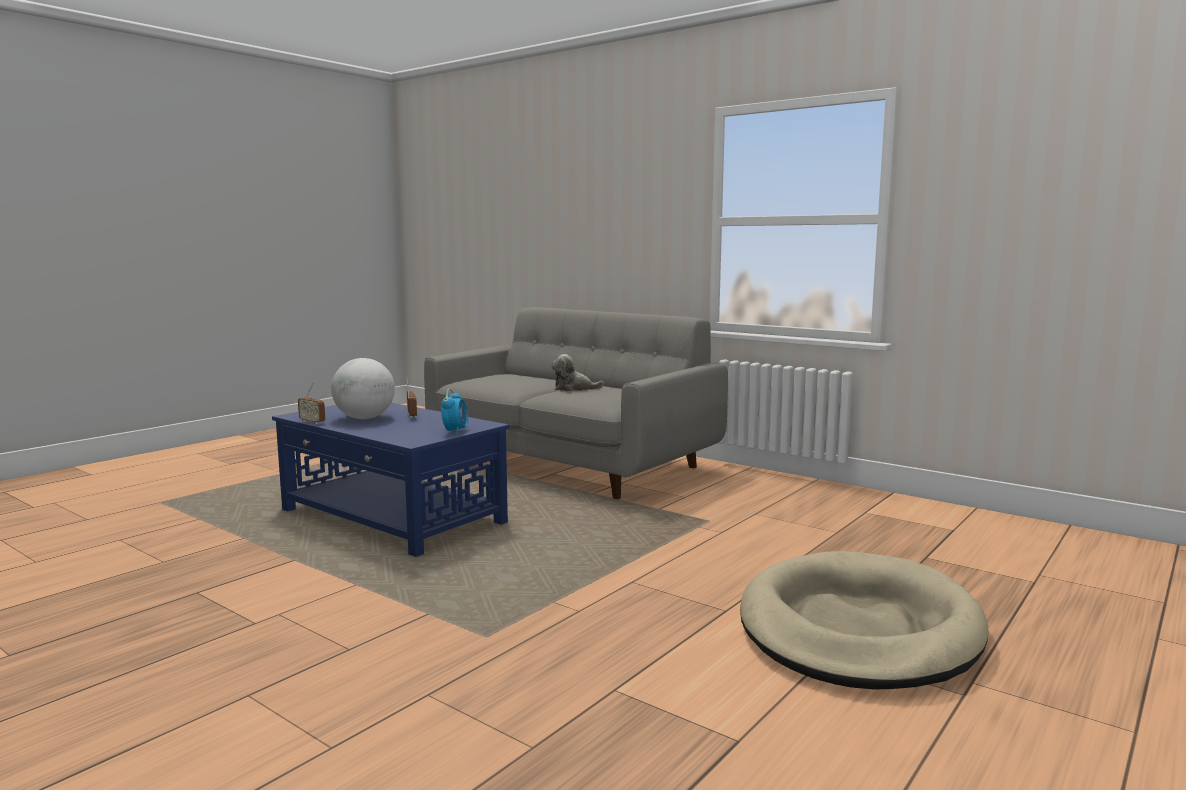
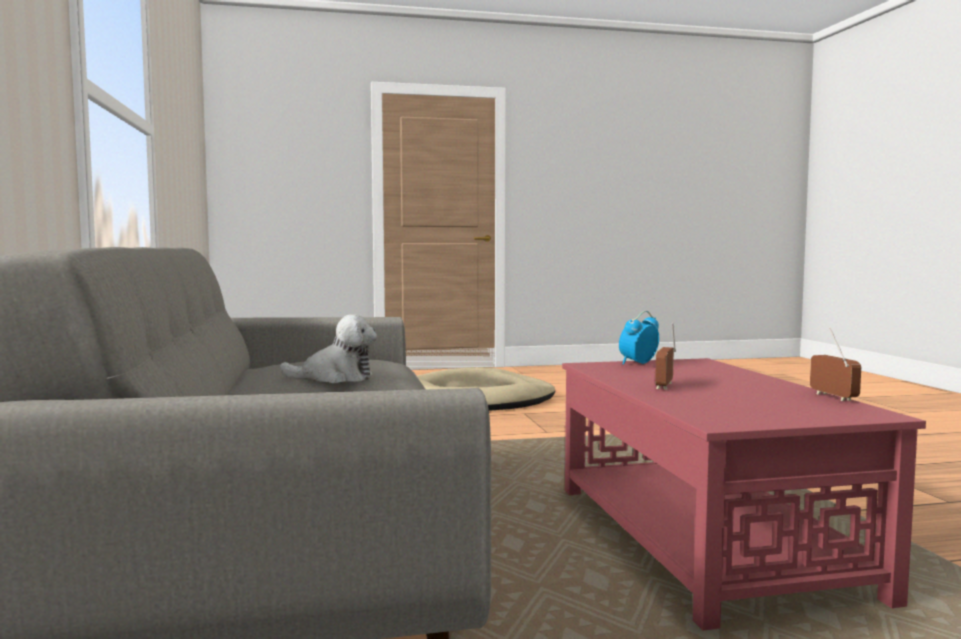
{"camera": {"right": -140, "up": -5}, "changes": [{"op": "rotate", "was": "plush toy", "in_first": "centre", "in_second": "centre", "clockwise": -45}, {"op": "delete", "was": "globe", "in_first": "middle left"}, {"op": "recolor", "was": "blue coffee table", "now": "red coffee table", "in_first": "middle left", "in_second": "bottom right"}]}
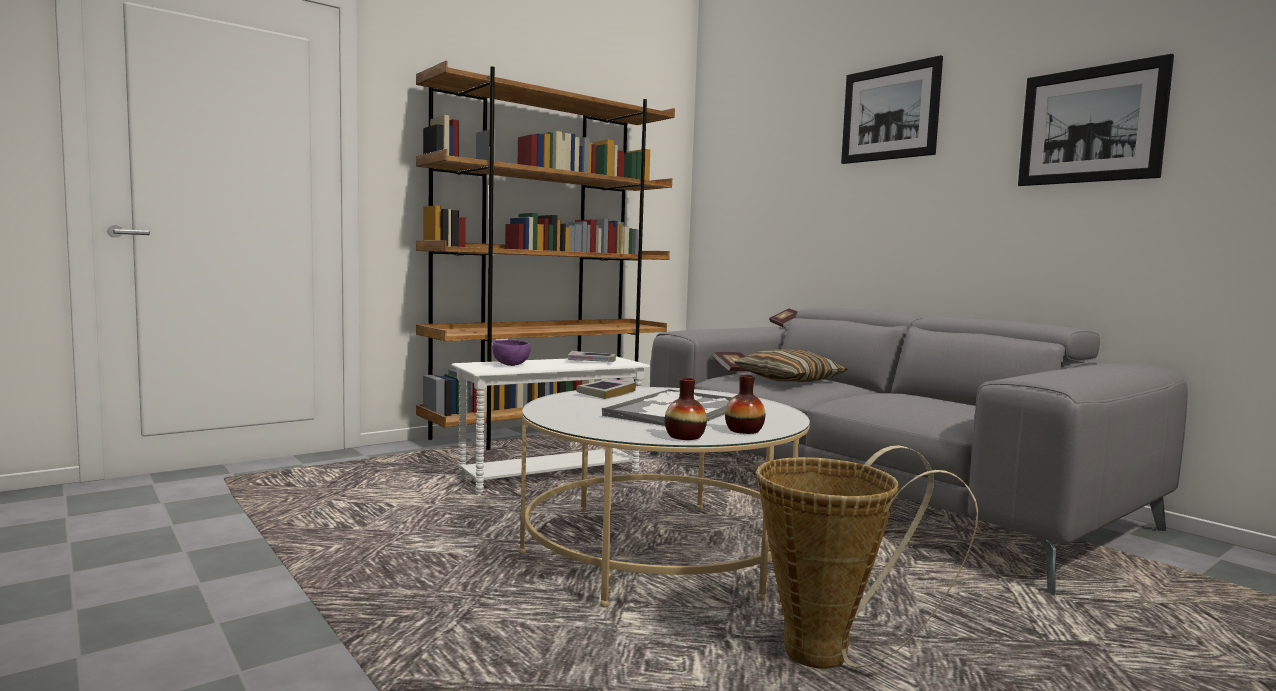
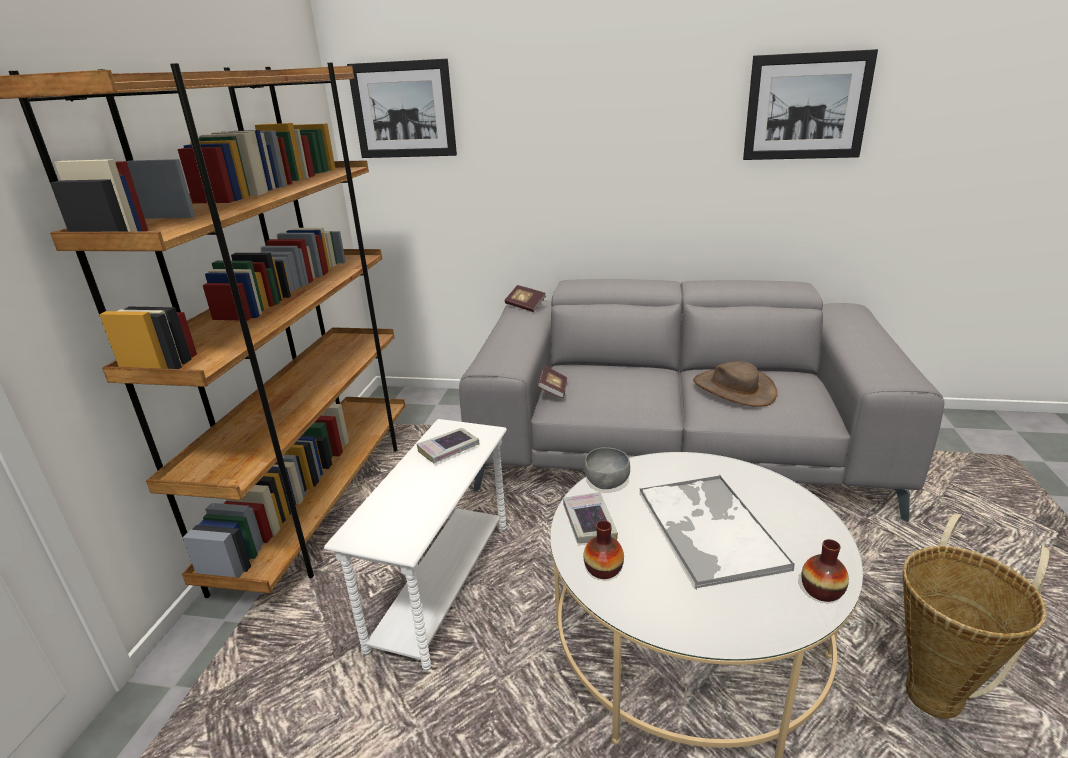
{"camera": {"right": -40, "up": 20}, "changes": [{"op": "move", "was": "picture (1st from left)", "in_first": "top right", "in_second": "top centre"}, {"op": "delete", "was": "purple bowl", "in_first": "centre"}, {"op": "delete", "was": "pillow", "in_first": "centre"}, {"op": "move", "was": "vase (2nd from left in the first image)", "now": "vase (1st from left)", "in_first": "centre", "in_second": "bottom centre"}, {"op": "insert", "now": "brown hat", "in_second": "middle right"}, {"op": "insert", "now": "grey bowl", "in_second": "centre"}]}
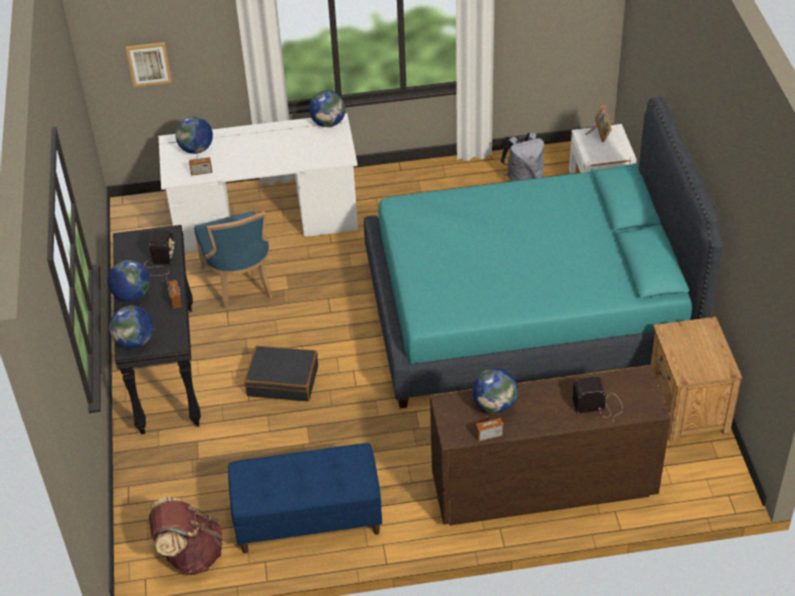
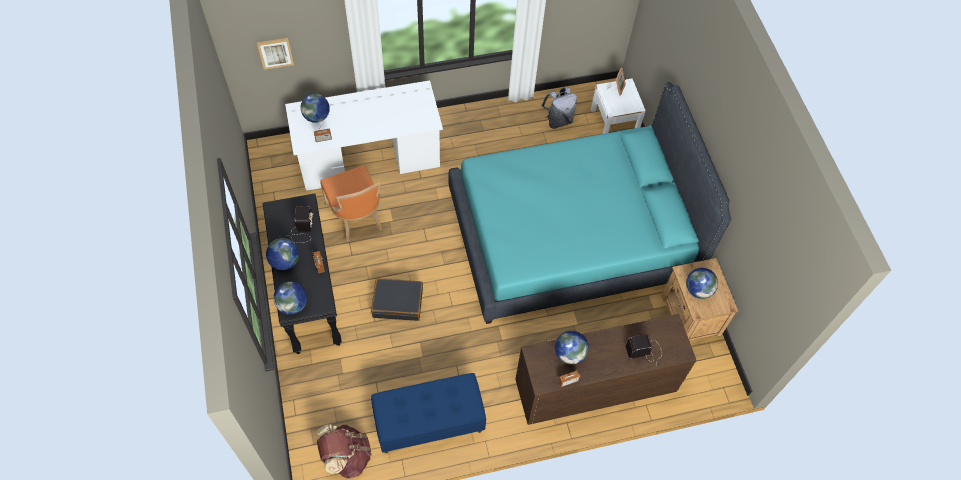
{"camera": {"right": -10, "up": 15}, "changes": [{"op": "move", "was": "globe (4th from left in the first image)", "now": "globe (5th from left)", "in_first": "top centre", "in_second": "middle right"}, {"op": "recolor", "was": "blue chair", "now": "orange chair", "in_first": "middle left", "in_second": "centre"}]}
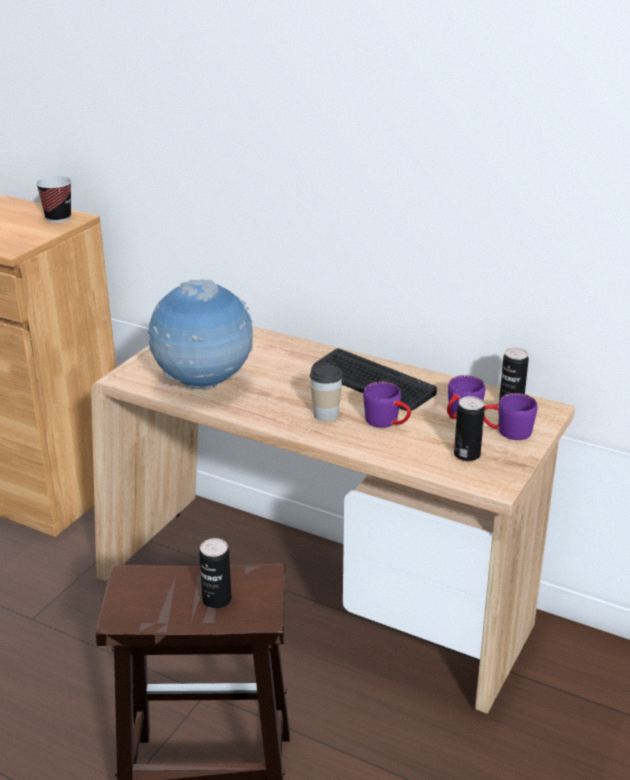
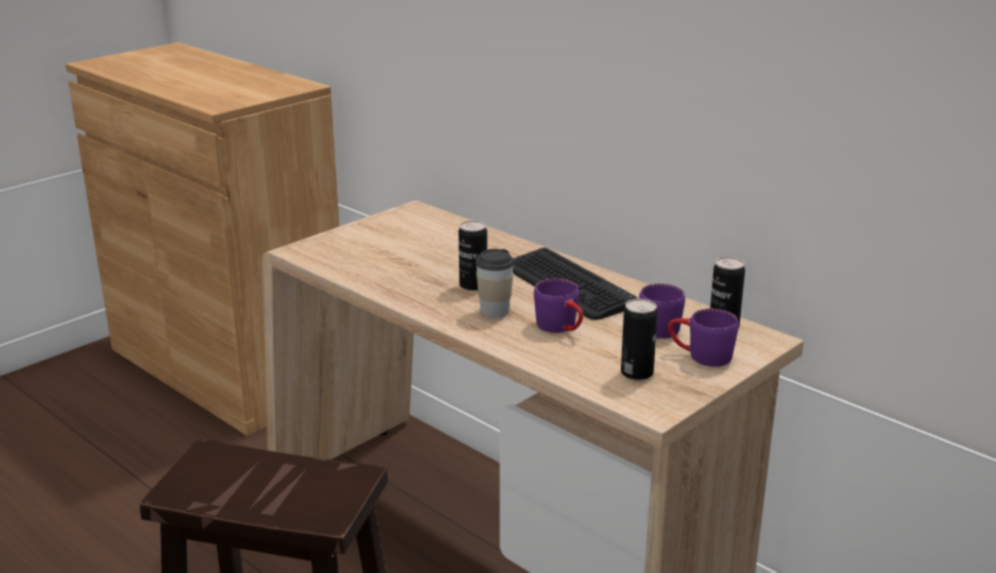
{"camera": {"right": 15, "up": -5}, "changes": [{"op": "delete", "was": "cup (1st from left)", "in_first": "top left"}, {"op": "delete", "was": "globe", "in_first": "middle left"}, {"op": "move", "was": "can (1st from left)", "in_first": "bottom centre", "in_second": "centre"}]}
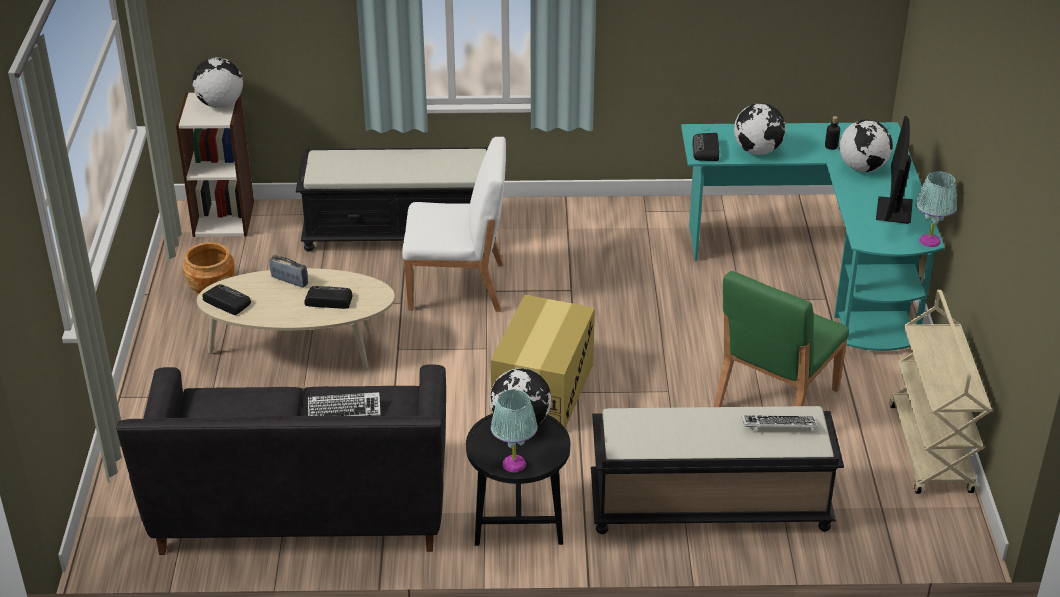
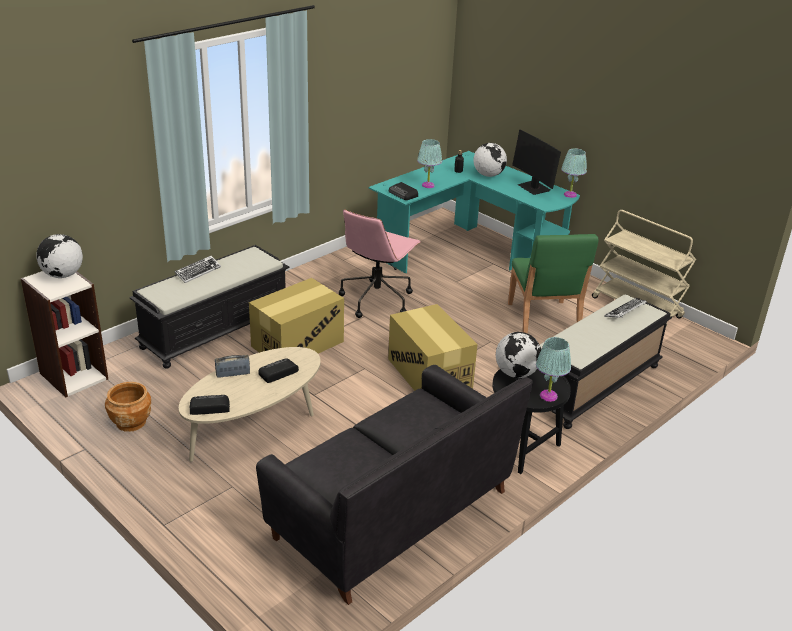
{"camera": {"right": -45, "up": -5}, "changes": [{"op": "replace", "was": "globe (3rd from left)", "now": "turquoise table lamp (1st from left)", "in_first": "top right", "in_second": "top centre"}, {"op": "replace", "was": "white chair", "now": "cardboard box (1st from left)", "in_first": "centre", "in_second": "centre"}, {"op": "move", "was": "keyboard (1st from left)", "in_first": "bottom left", "in_second": "middle left"}, {"op": "insert", "now": "pink office chair", "in_second": "centre"}]}
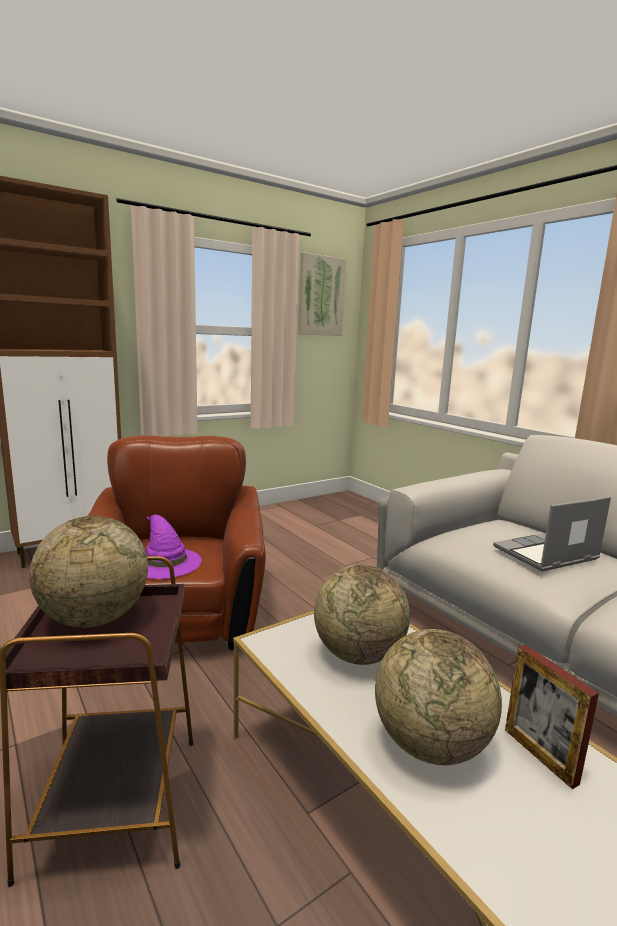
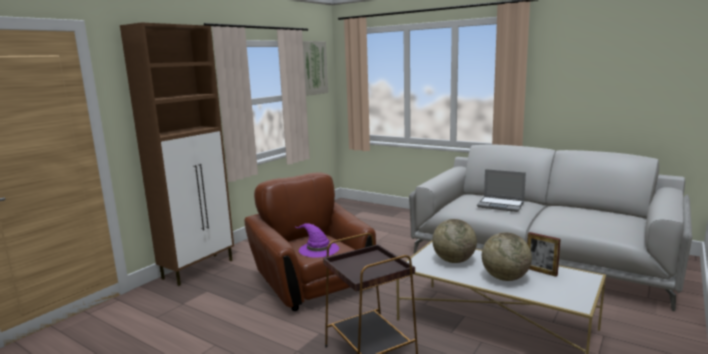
{"camera": {"right": -20, "up": 0}, "changes": [{"op": "rotate", "was": "laptop", "in_first": "middle right", "in_second": "middle right", "clockwise": -105}, {"op": "delete", "was": "globe (1st from left)", "in_first": "middle left"}]}
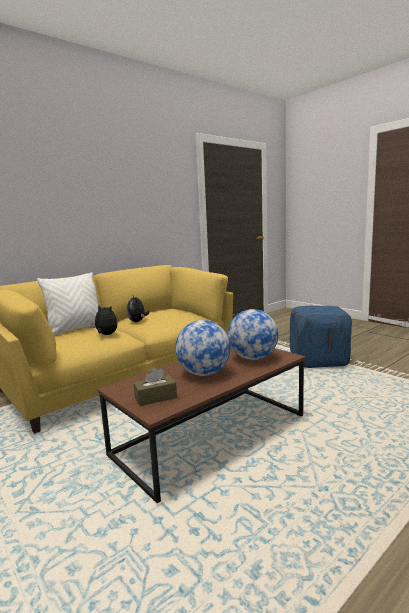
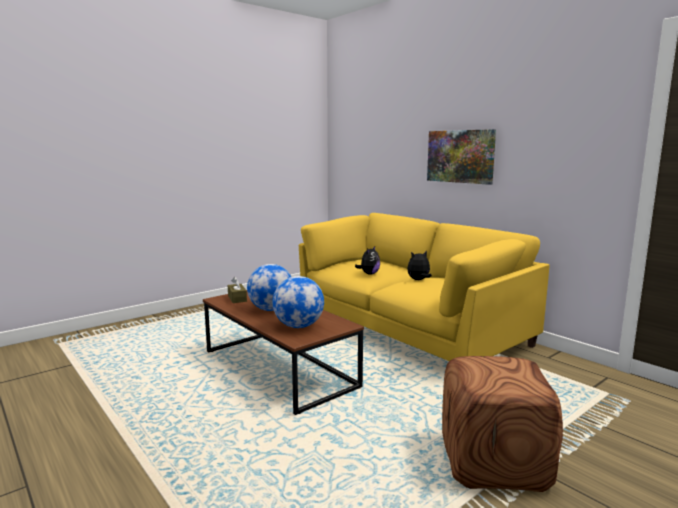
{"camera": {"right": 90, "up": 0}, "changes": [{"op": "delete", "was": "white pillow", "in_first": "middle left"}, {"op": "recolor", "was": "blue ottoman", "now": "brown ottoman", "in_first": "middle right", "in_second": "bottom right"}, {"op": "insert", "now": "picture", "in_second": "top right"}]}
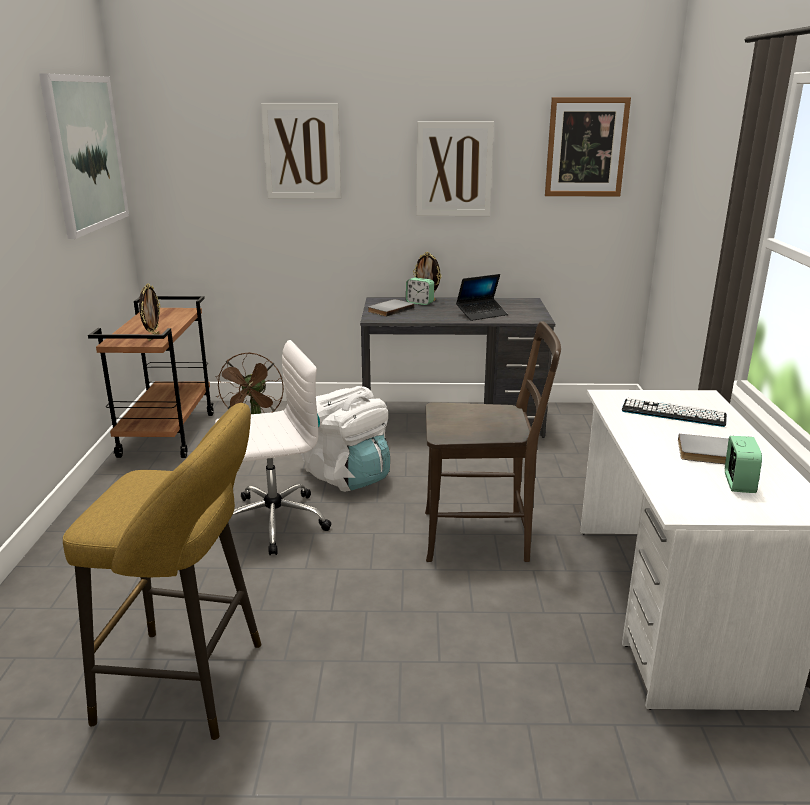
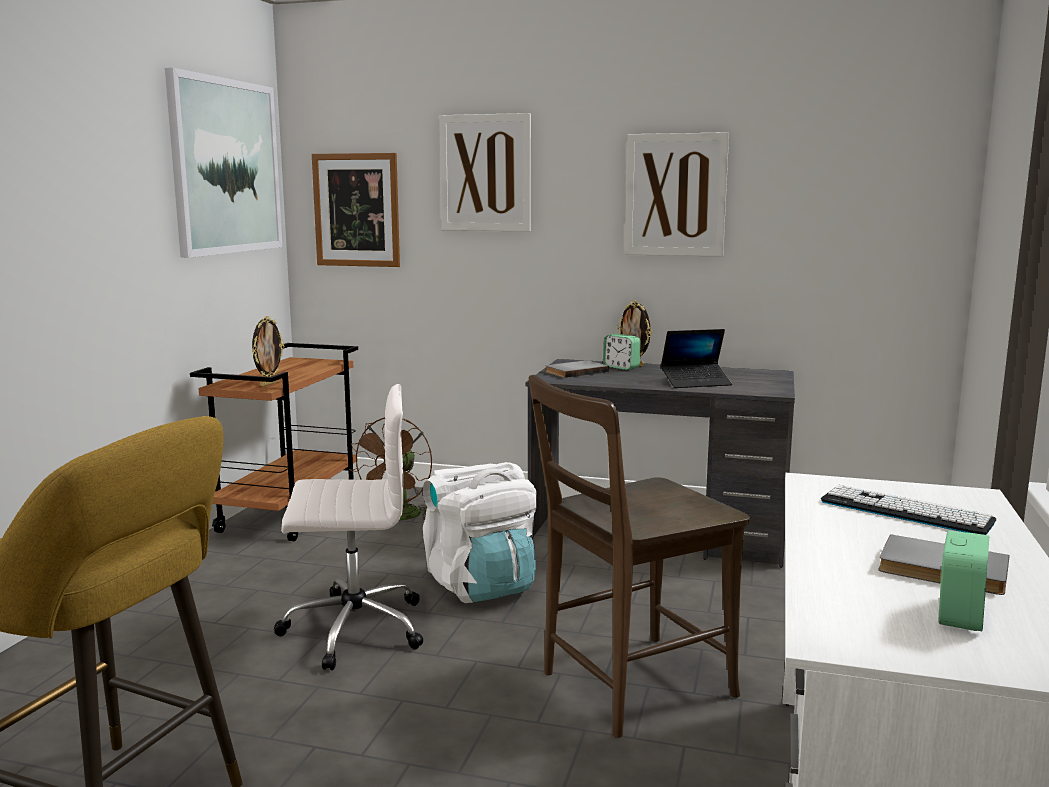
{"camera": {"right": 15, "up": -10}, "changes": [{"op": "move", "was": "picture (4th from left in the first image)", "now": "picture (2nd from left)", "in_first": "top right", "in_second": "top centre"}, {"op": "rotate", "was": "brown chair", "in_first": "centre", "in_second": "bottom centre", "clockwise": 135}]}
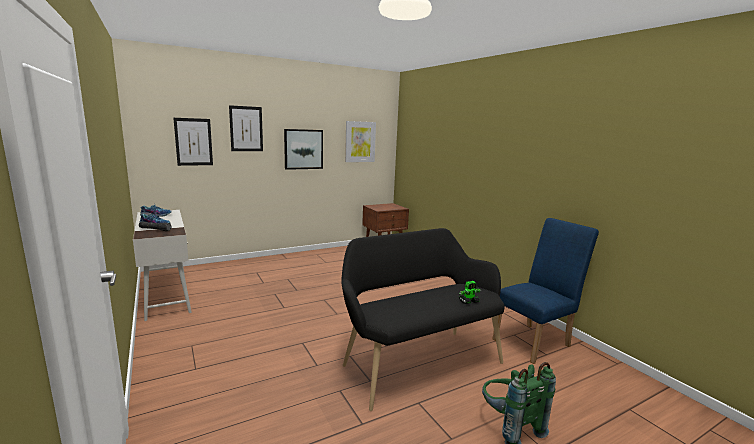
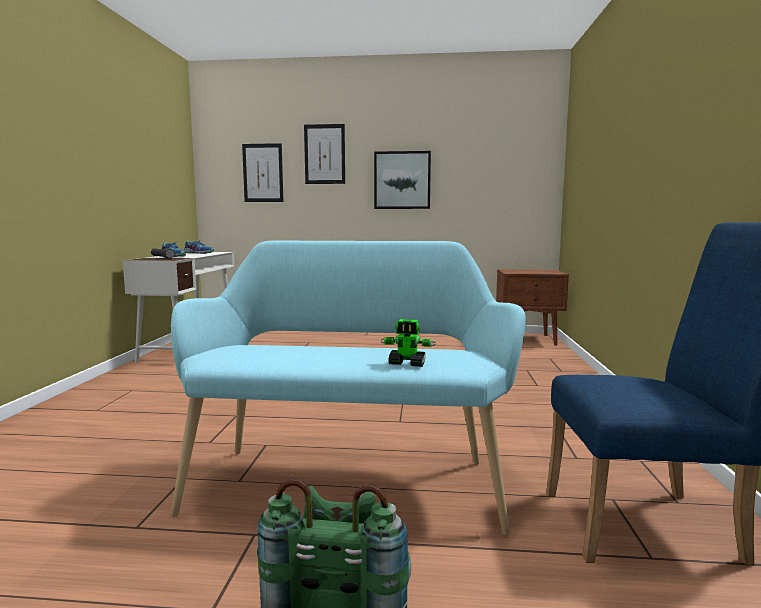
{"camera": {"right": 35, "up": -5}, "changes": [{"op": "delete", "was": "picture (4th from left)", "in_first": "top centre"}, {"op": "recolor", "was": "black bench", "now": "turquoise bench", "in_first": "bottom centre", "in_second": "centre"}]}
